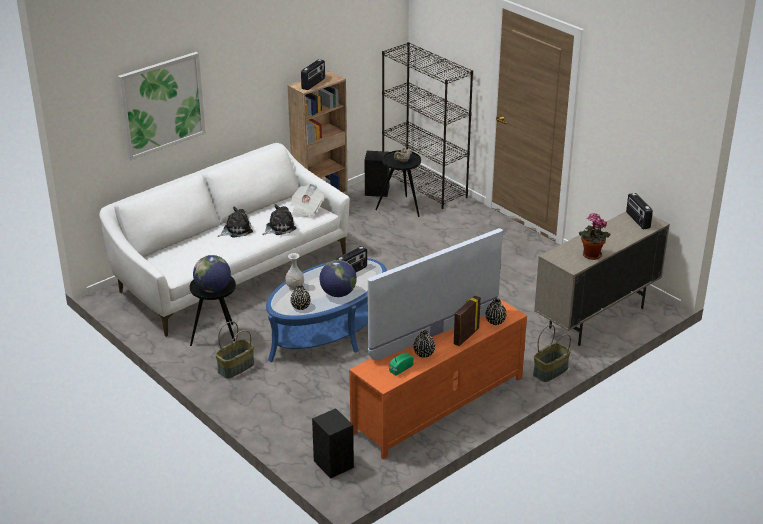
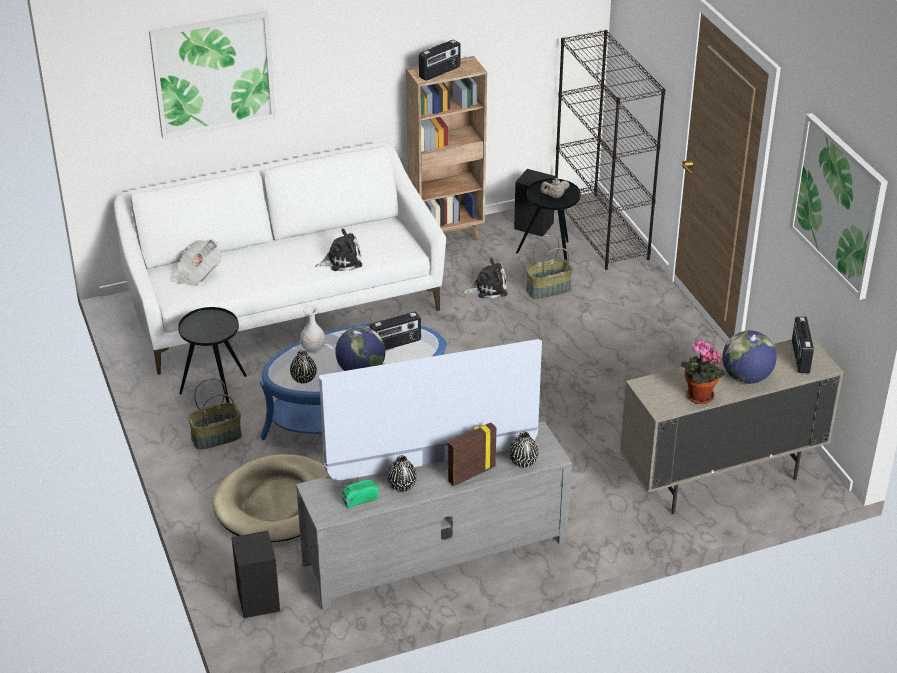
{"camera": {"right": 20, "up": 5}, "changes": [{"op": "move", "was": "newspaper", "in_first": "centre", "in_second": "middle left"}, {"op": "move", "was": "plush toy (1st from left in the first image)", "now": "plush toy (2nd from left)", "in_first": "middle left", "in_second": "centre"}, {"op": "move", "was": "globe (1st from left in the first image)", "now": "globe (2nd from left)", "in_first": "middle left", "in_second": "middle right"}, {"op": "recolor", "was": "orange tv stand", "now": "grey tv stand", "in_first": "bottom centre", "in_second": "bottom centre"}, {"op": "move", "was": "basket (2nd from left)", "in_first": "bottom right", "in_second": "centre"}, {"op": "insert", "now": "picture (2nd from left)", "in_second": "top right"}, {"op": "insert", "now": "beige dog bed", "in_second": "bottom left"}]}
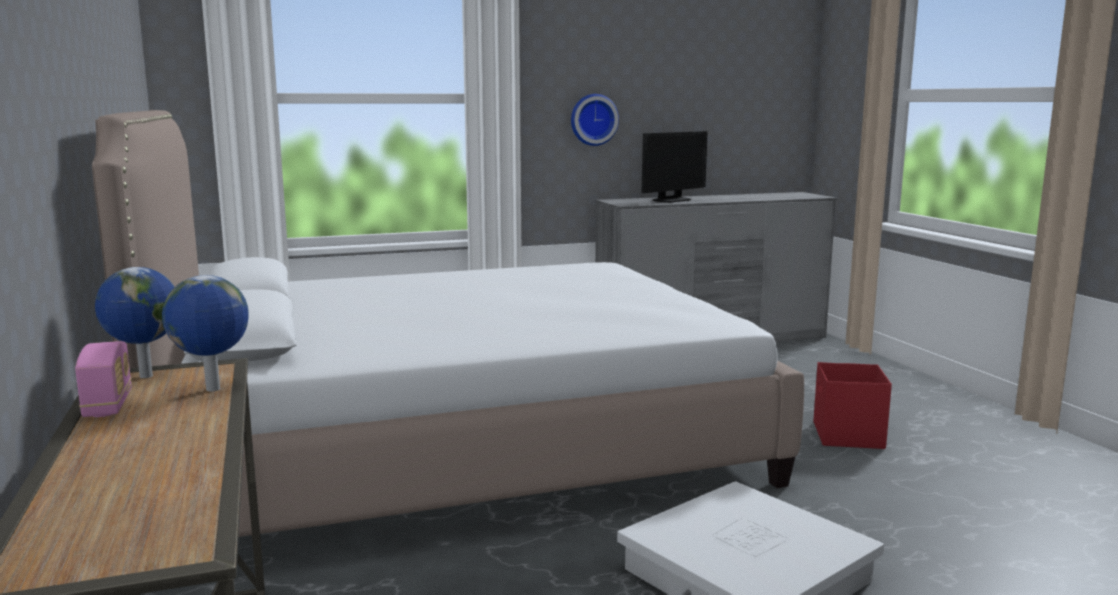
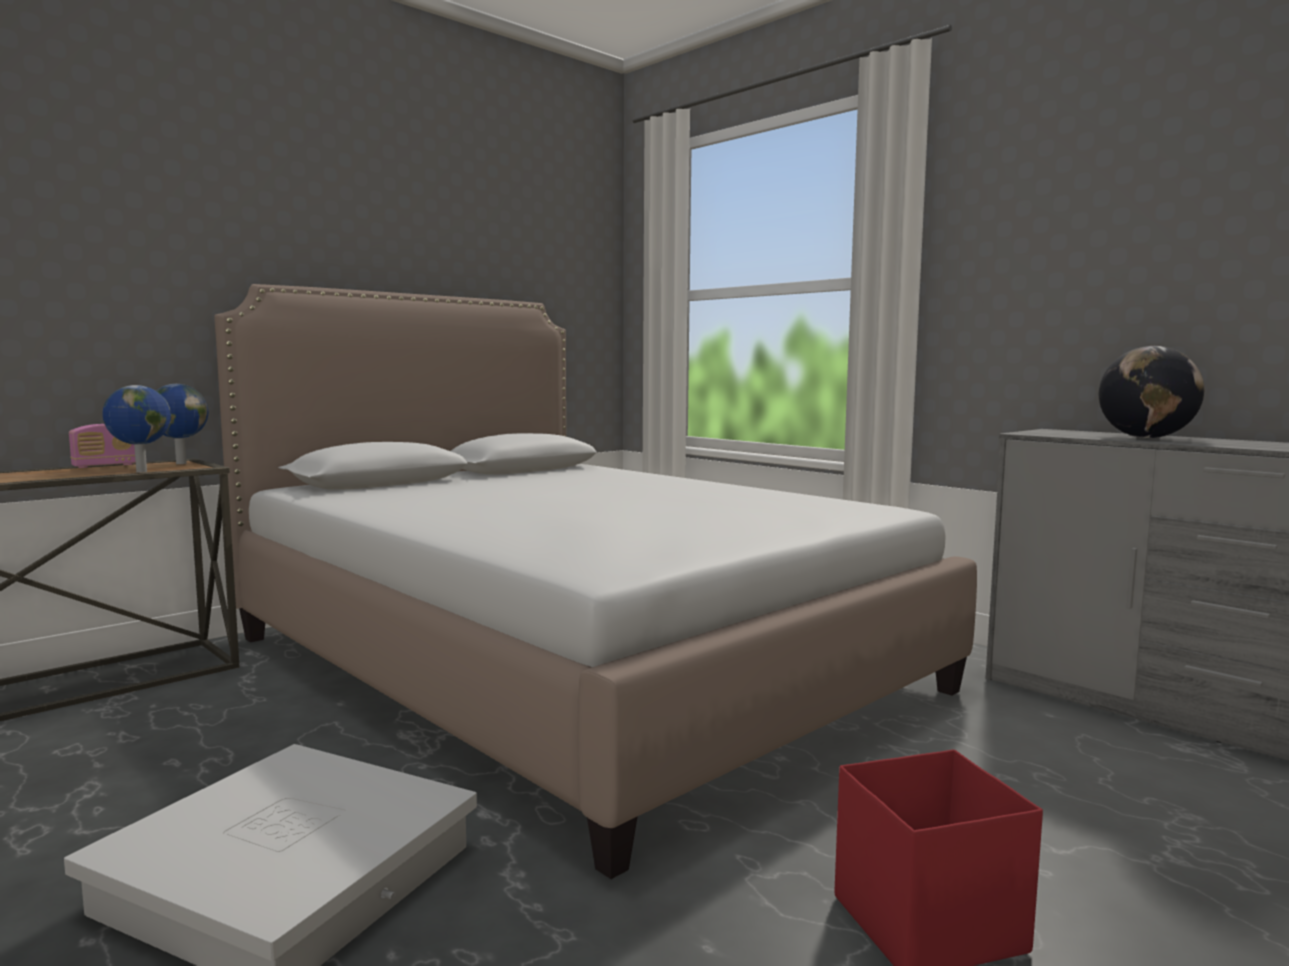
{"camera": {"right": 65, "up": -5}, "changes": [{"op": "delete", "was": "wall clock", "in_first": "top centre"}, {"op": "replace", "was": "monitor", "now": "globe (3rd from left)", "in_first": "top centre", "in_second": "middle right"}]}
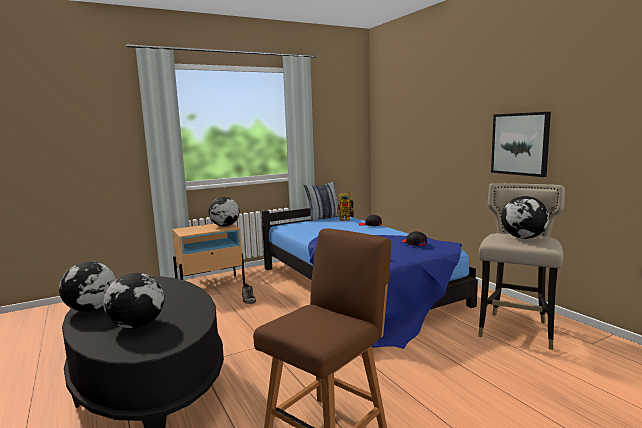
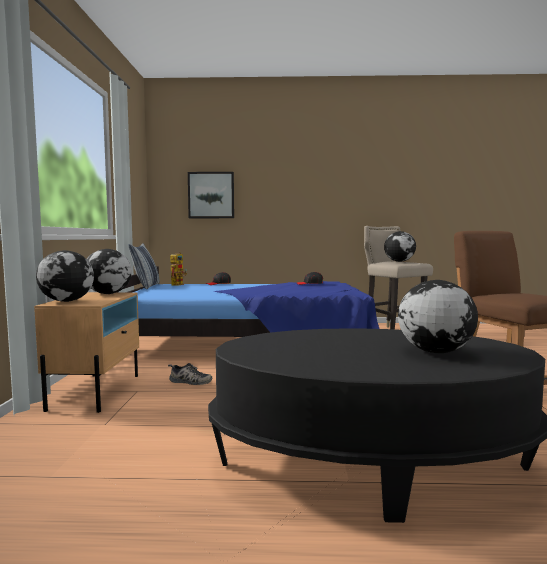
{"camera": {"right": -60, "up": -5}, "changes": [{"op": "move", "was": "picture", "in_first": "middle right", "in_second": "centre"}, {"op": "move", "was": "globe (1st from left)", "in_first": "bottom left", "in_second": "middle left"}]}
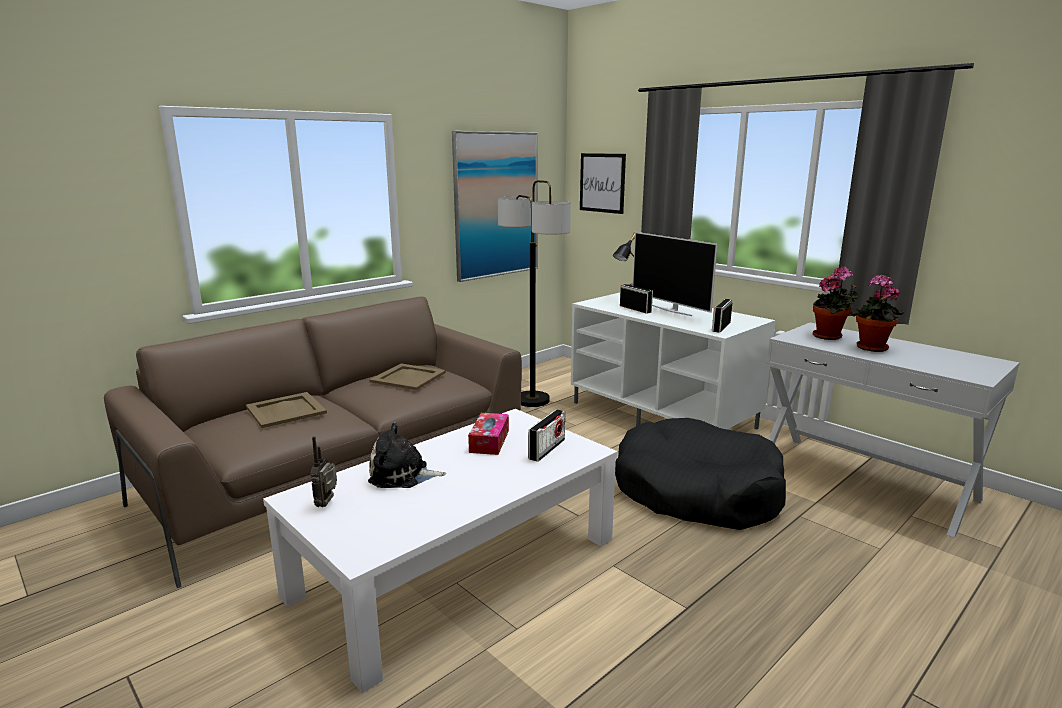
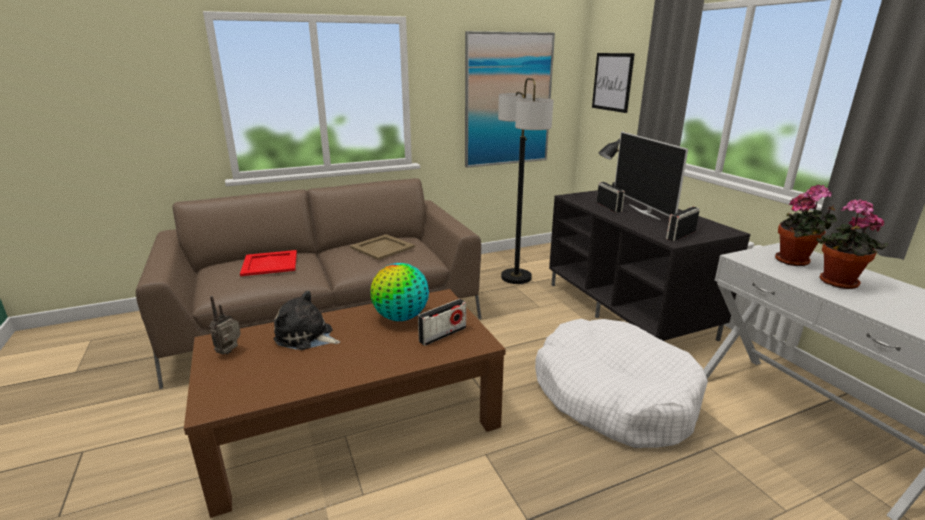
{"camera": {"right": 20, "up": 5}, "changes": [{"op": "recolor", "was": "white tv stand", "now": "black tv stand", "in_first": "centre", "in_second": "middle right"}, {"op": "recolor", "was": "beige tray (1st from left)", "now": "red tray", "in_first": "middle left", "in_second": "middle left"}, {"op": "recolor", "was": "white coffee table", "now": "brown coffee table", "in_first": "bottom centre", "in_second": "bottom centre"}, {"op": "replace", "was": "tissue box", "now": "globe", "in_first": "centre", "in_second": "centre"}, {"op": "recolor", "was": "black dog bed", "now": "white dog bed", "in_first": "bottom centre", "in_second": "bottom right"}]}
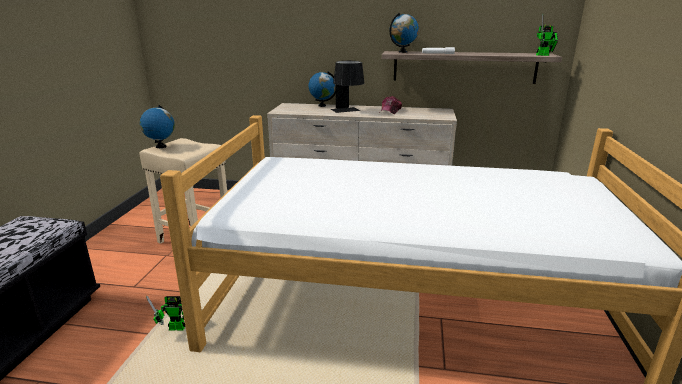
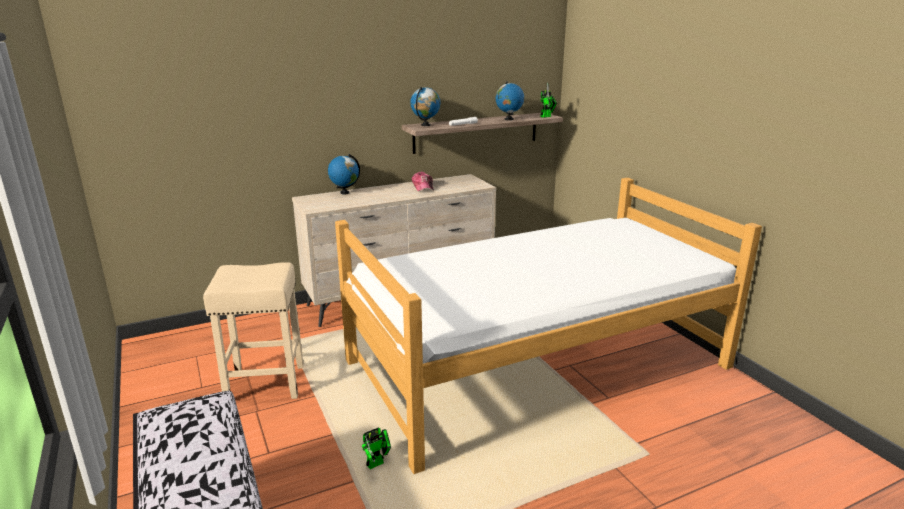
{"camera": {"right": -35, "up": 0}, "changes": [{"op": "delete", "was": "black table lamp", "in_first": "top centre"}, {"op": "move", "was": "globe (1st from left in the first image)", "now": "globe (3rd from left)", "in_first": "top left", "in_second": "top centre"}]}
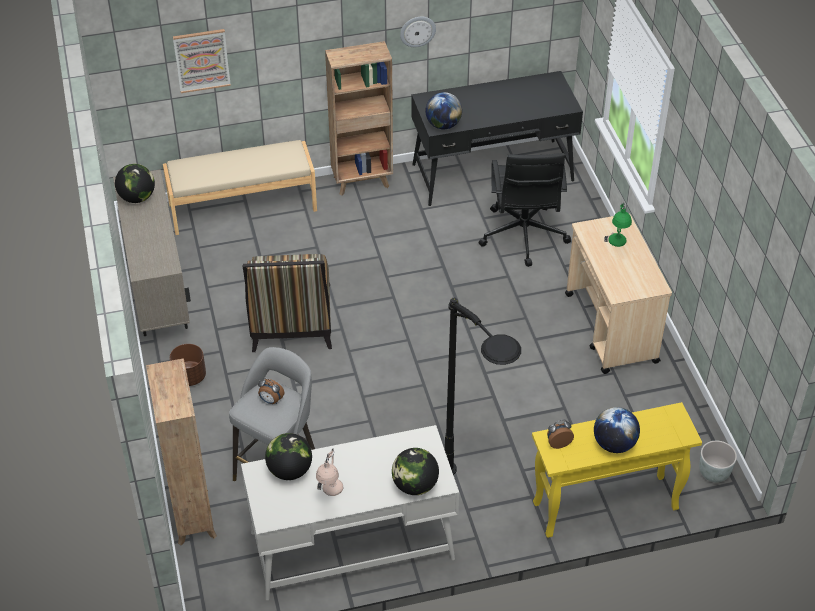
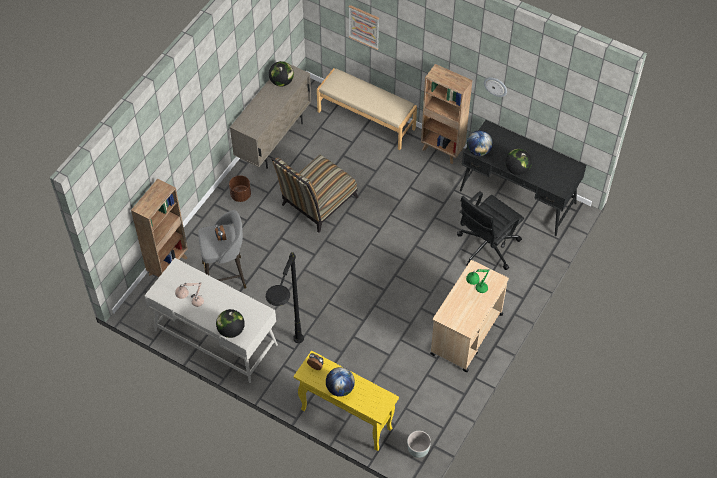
{"camera": {"right": 45, "up": 10}, "changes": [{"op": "move", "was": "globe (2nd from left in the first image)", "now": "globe (5th from left)", "in_first": "bottom centre", "in_second": "middle right"}]}
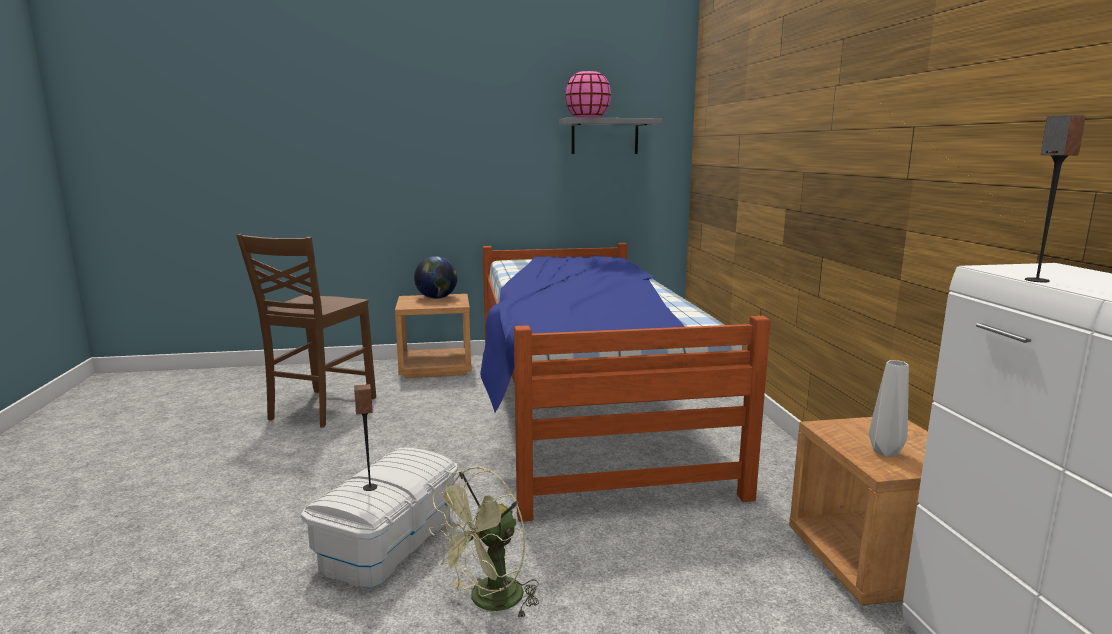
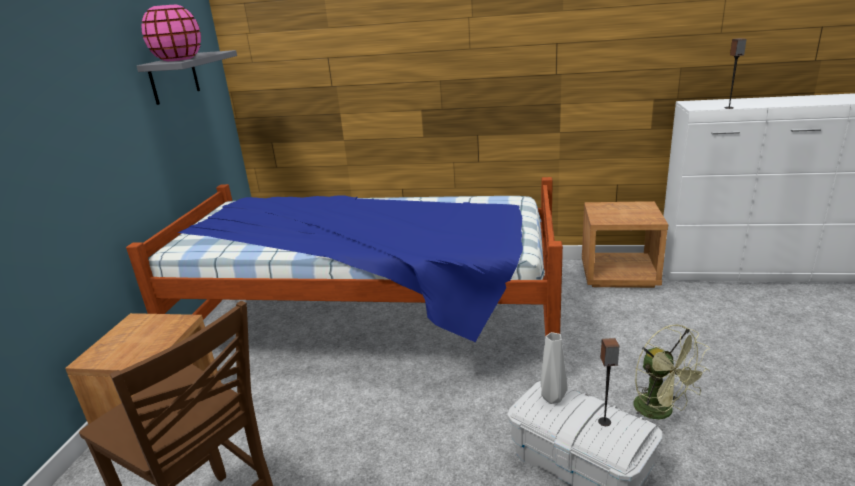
{"camera": {"right": -70, "up": 10}, "changes": [{"op": "delete", "was": "globe", "in_first": "centre"}, {"op": "move", "was": "grey vase", "in_first": "middle right", "in_second": "bottom centre"}]}
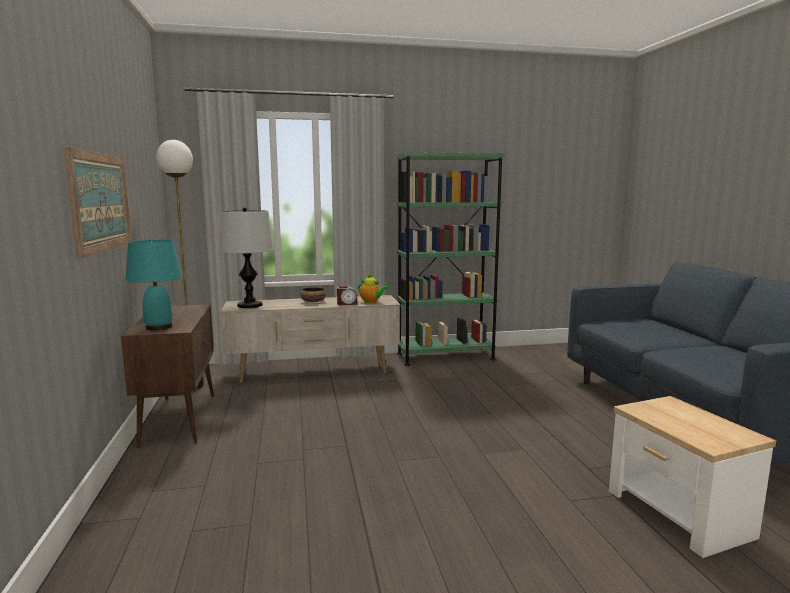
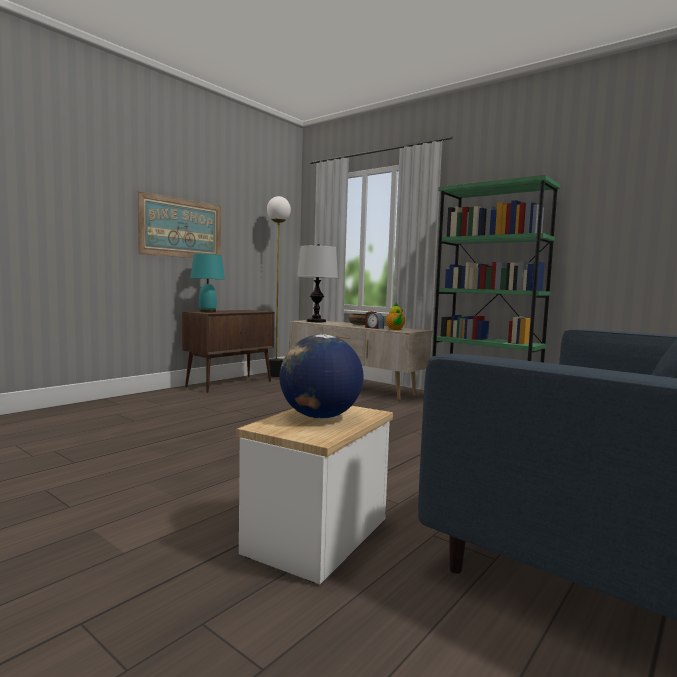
{"camera": {"right": 50, "up": -5}, "changes": [{"op": "insert", "now": "globe", "in_second": "centre"}]}
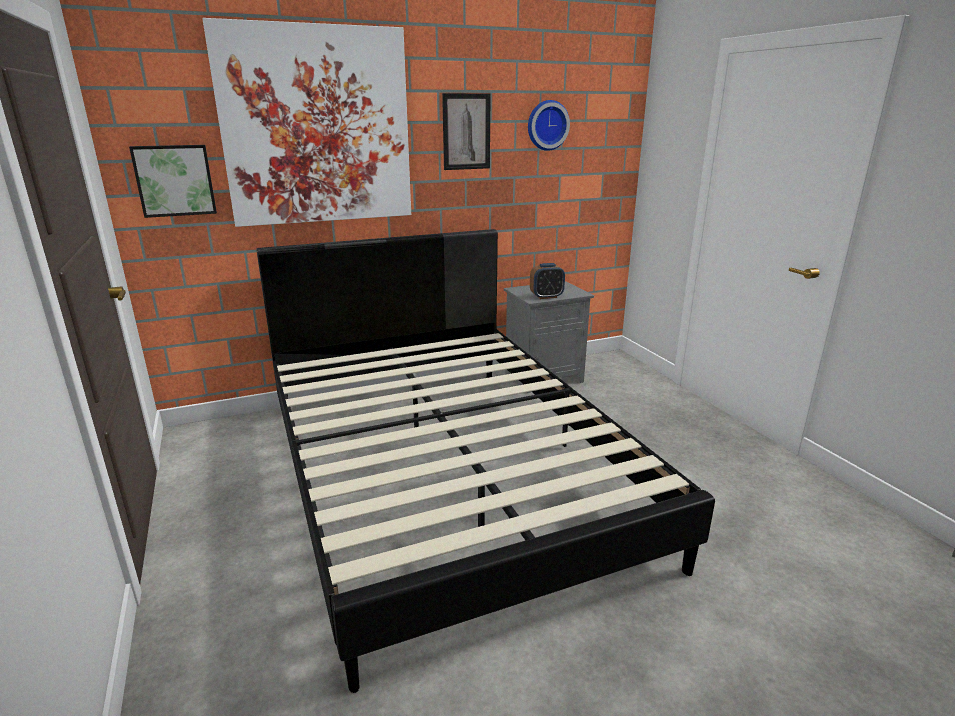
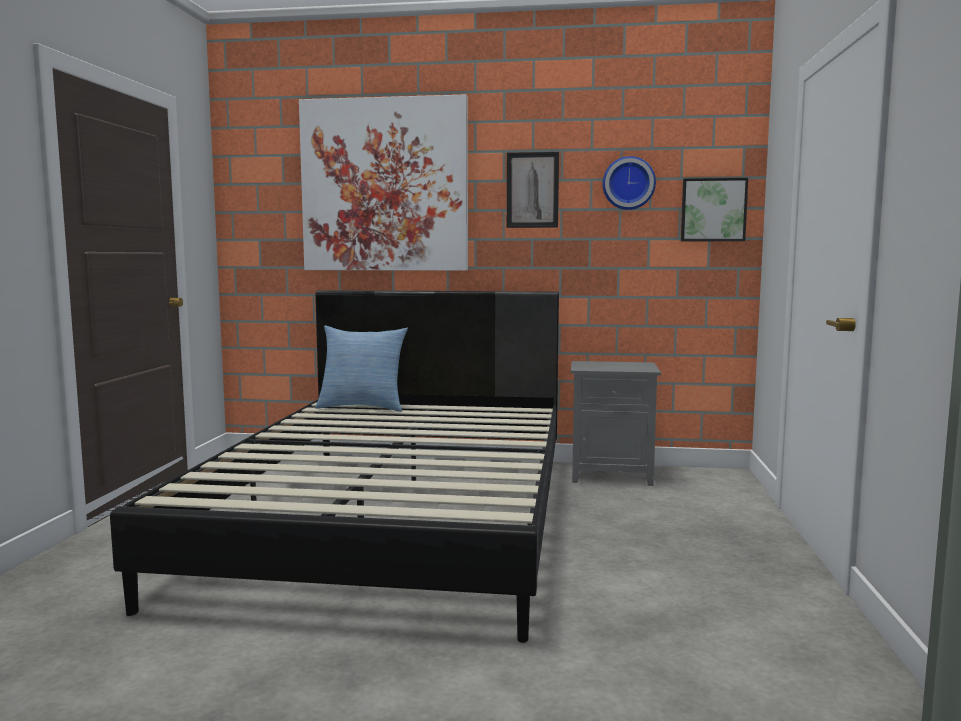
{"camera": {"right": 30, "up": -15}, "changes": [{"op": "move", "was": "picture (1st from left in the first image)", "now": "picture (3rd from left)", "in_first": "top left", "in_second": "top right"}, {"op": "delete", "was": "alarm clock", "in_first": "centre"}, {"op": "insert", "now": "pillow", "in_second": "centre"}]}
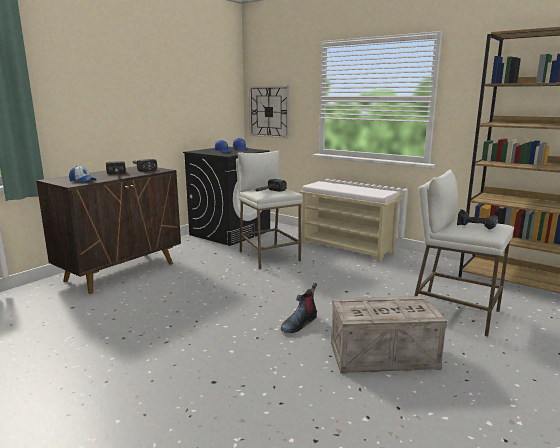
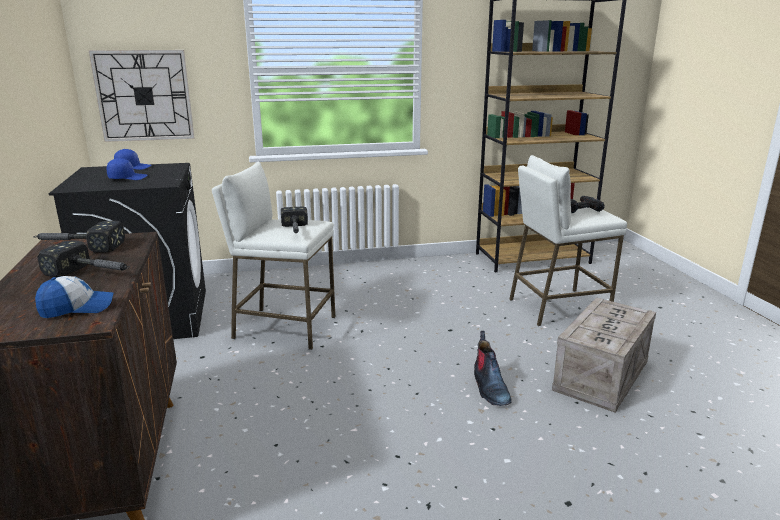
{"camera": {"right": -50, "up": 5}, "changes": [{"op": "delete", "was": "beige bench", "in_first": "centre"}]}
